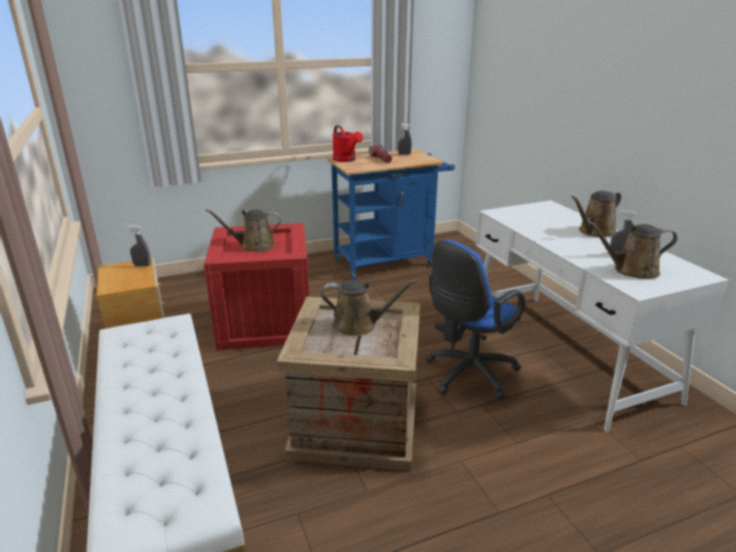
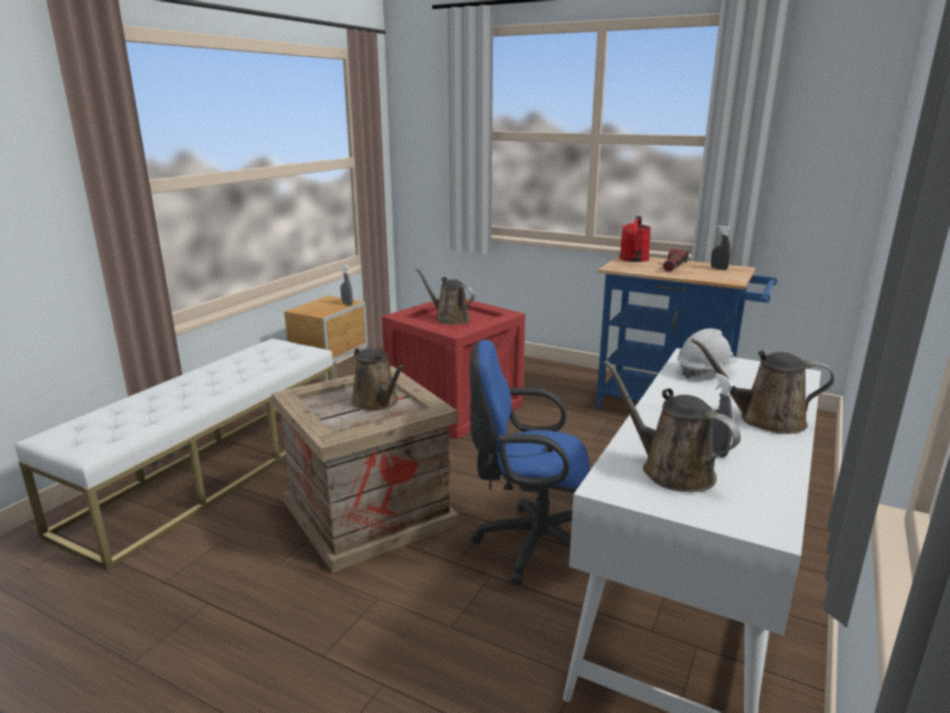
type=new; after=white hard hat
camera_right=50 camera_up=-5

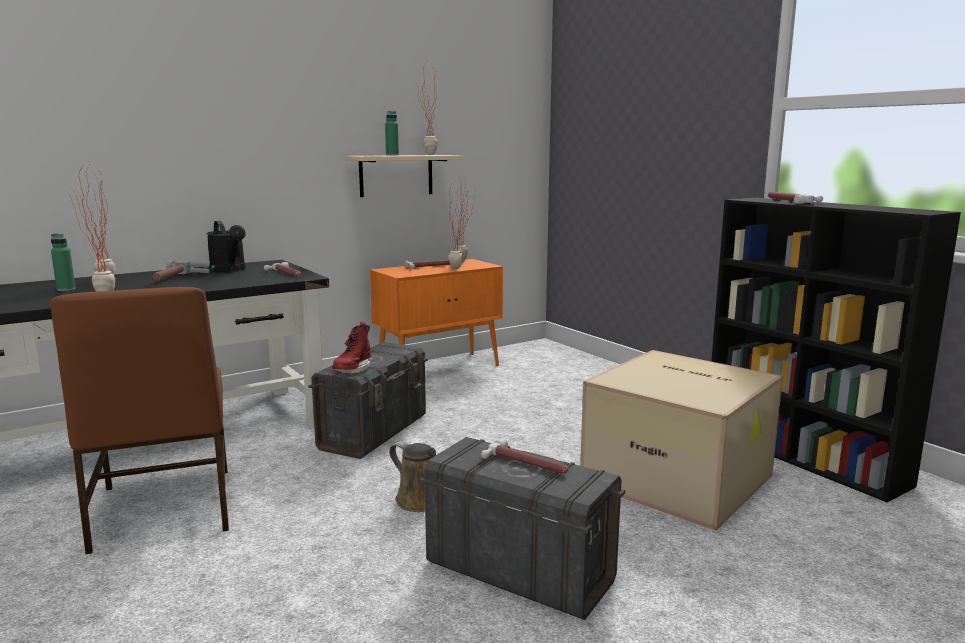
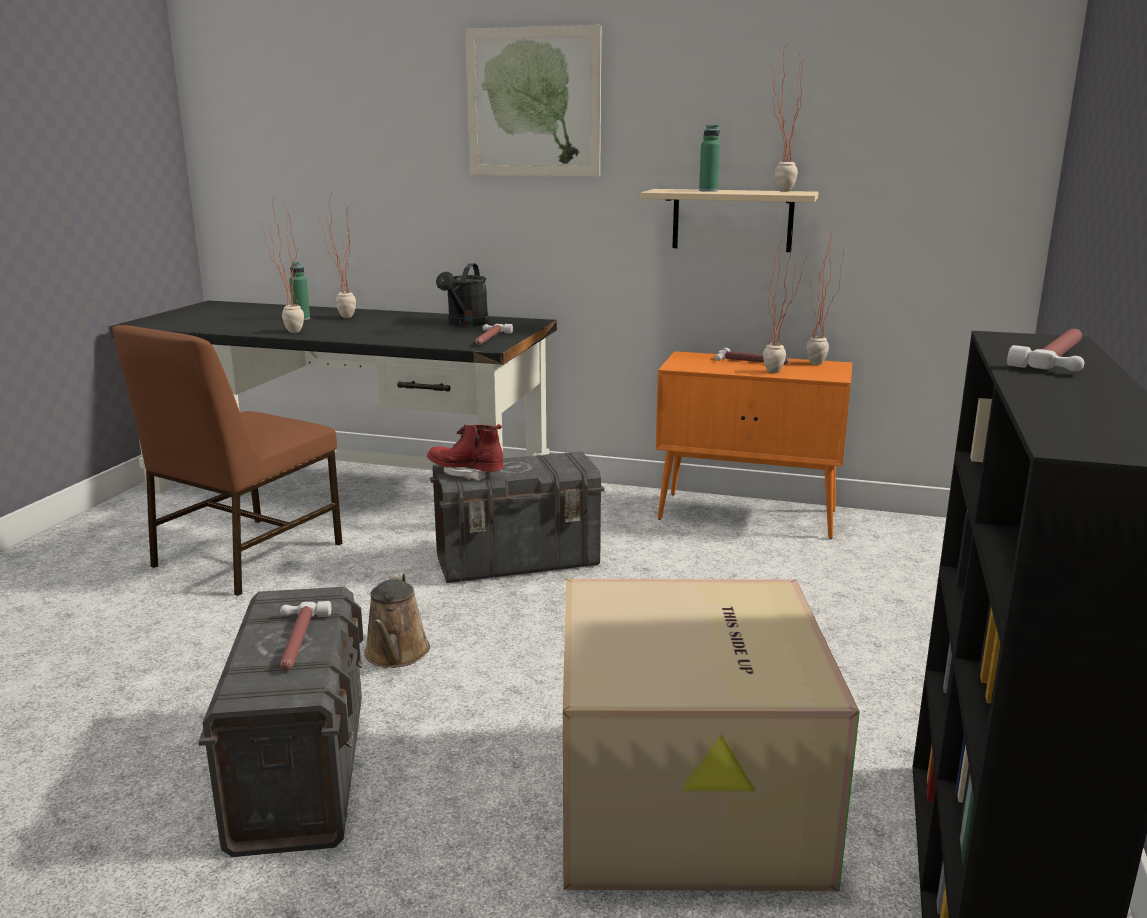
type=gone; before=hammer (no. 1 from left)
type=rotated; before=red boot; turn=45
type=new; after=picture
camera_right=50 camera_up=5

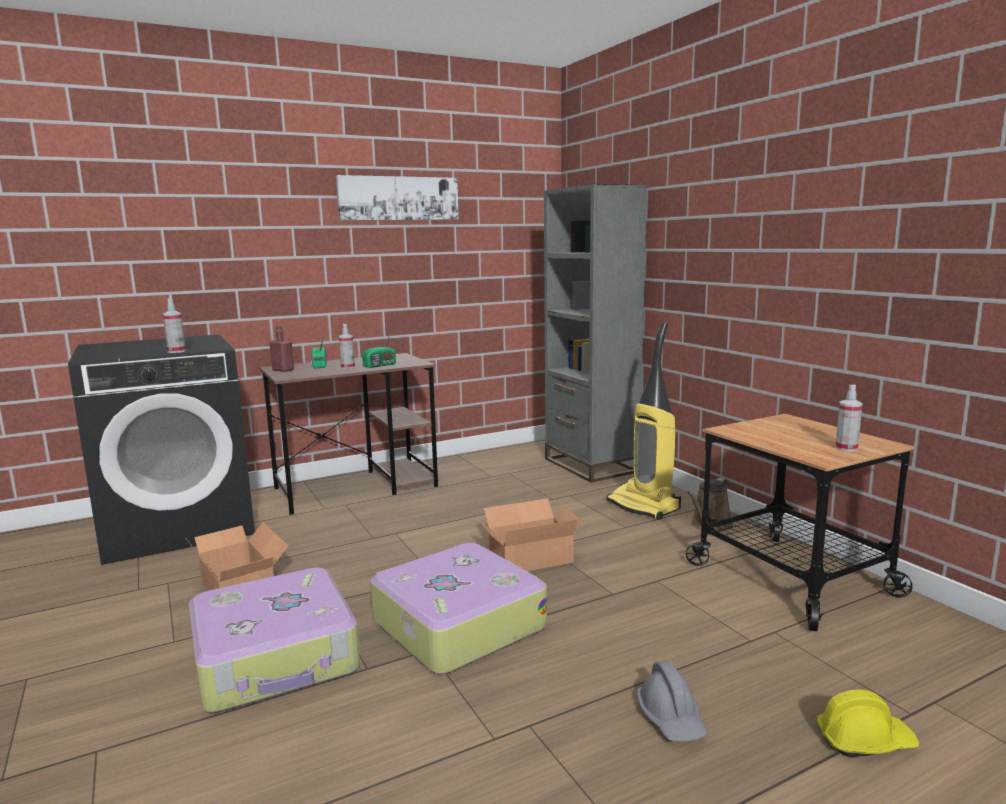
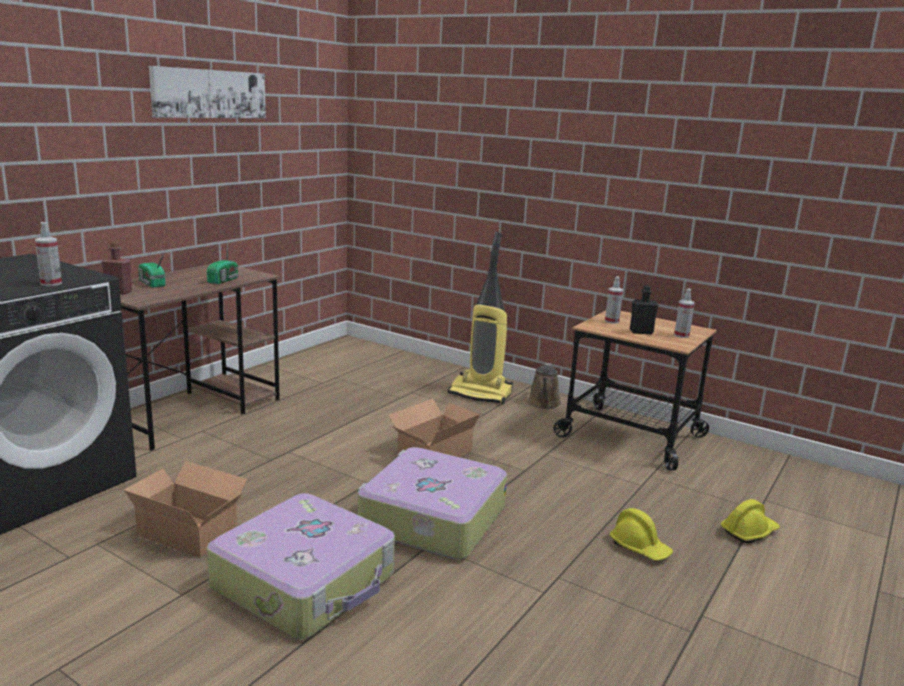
type=shifted; before=spray bottle (no. 2 from left)
type=gone; before=grey bookcase
type=repainted; before=grey hard hat; after=yellow hard hat (no. 1 from left)
type=new; after=black bottle
camera_right=-30 camera_up=5

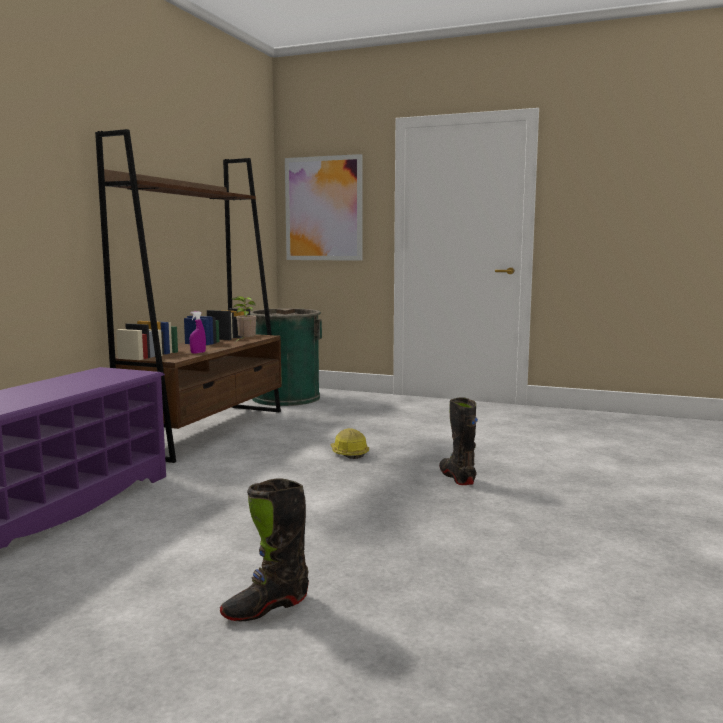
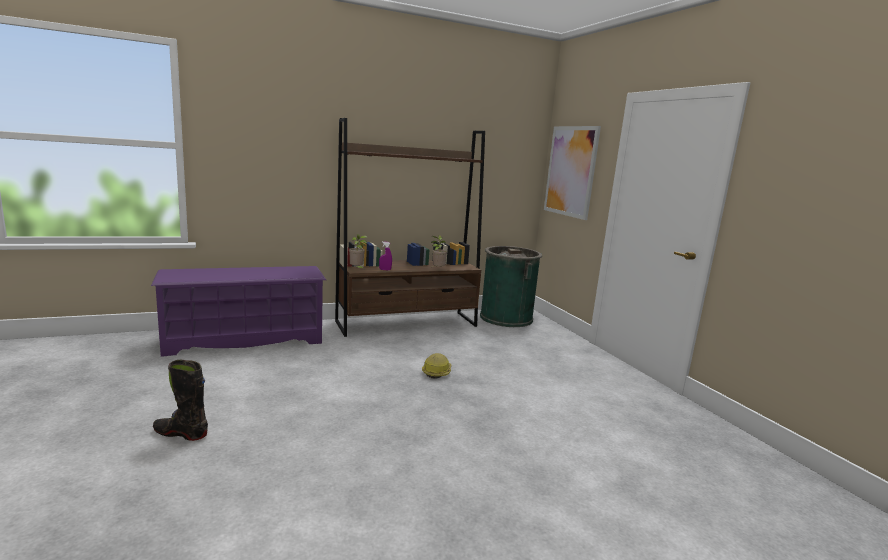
type=gone; before=black boot (no. 2 from left)
type=new; after=potted plant (no. 1 from left)
camera_right=45 camera_up=5

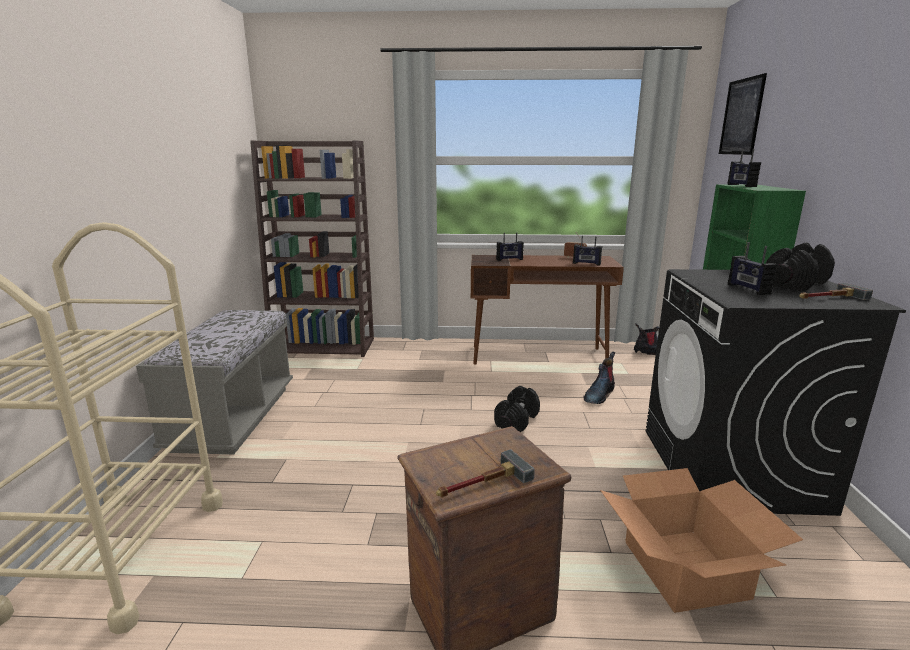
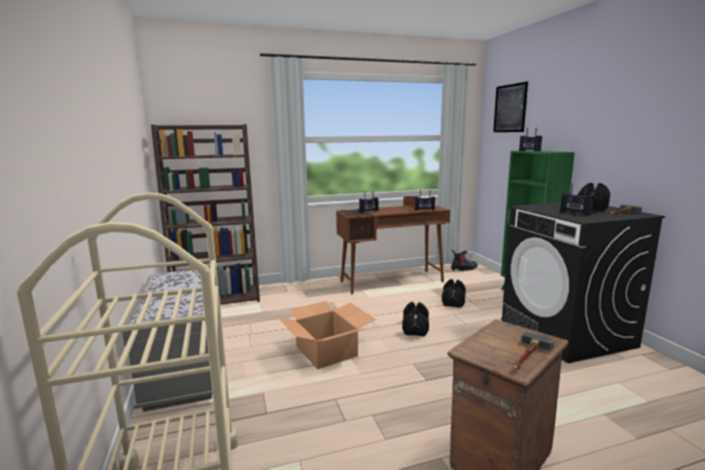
type=swapped; before=boot (no. 1 from left); after=black dumbbell (no. 2 from left)
type=shifted; before=cardboard box
camera_right=-20 camera_up=-5

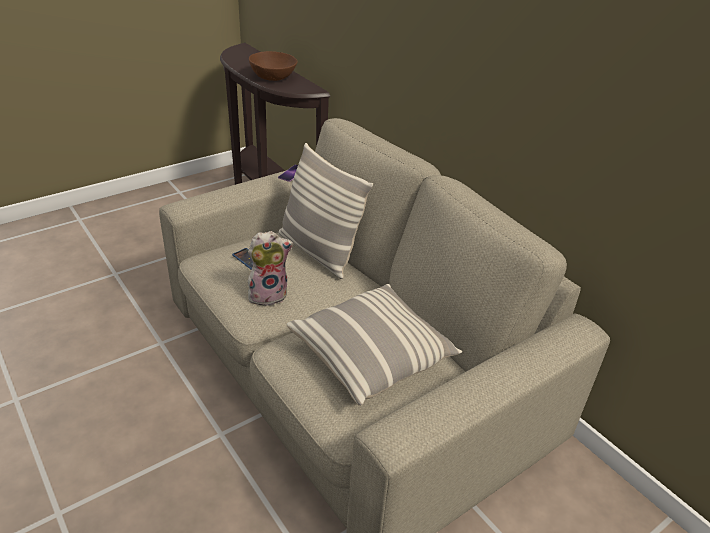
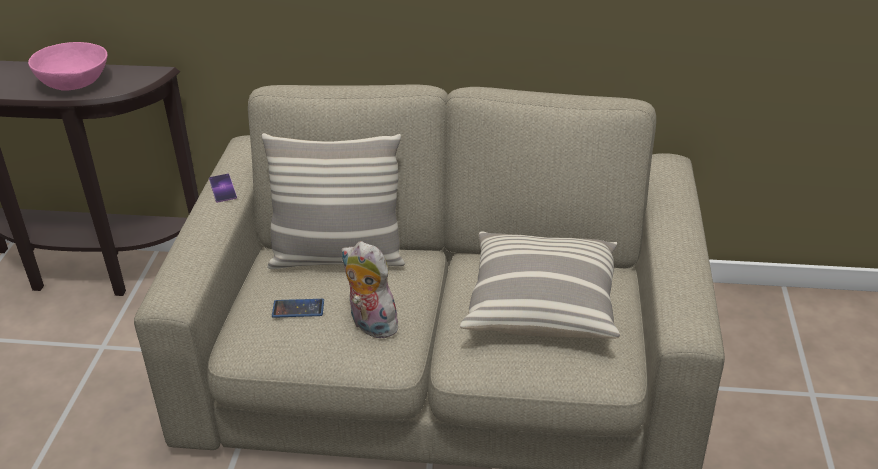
type=rotated; before=plush toy; turn=-75
type=repainted; before=brown bowl; after=pink bowl
camera_right=-45 camera_up=0

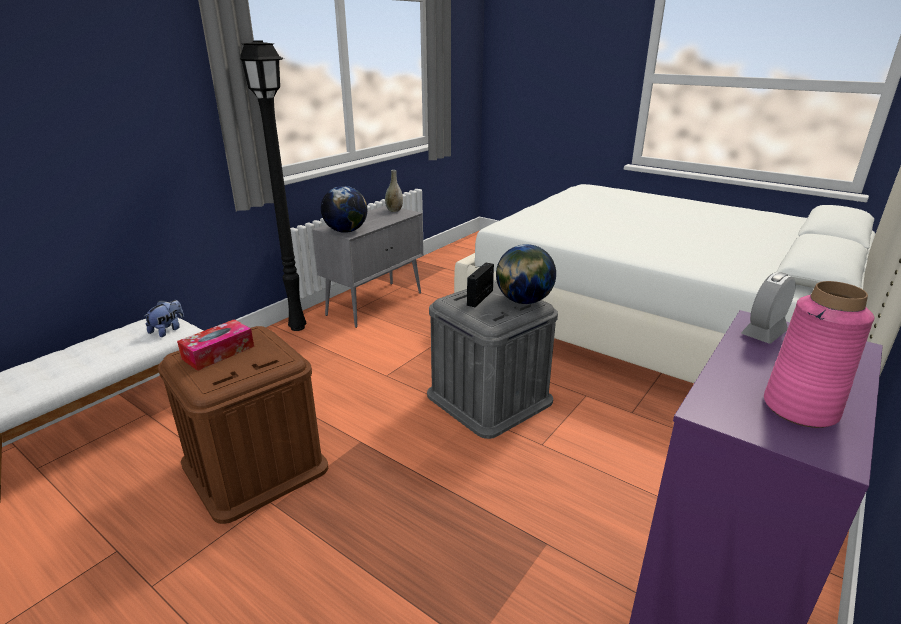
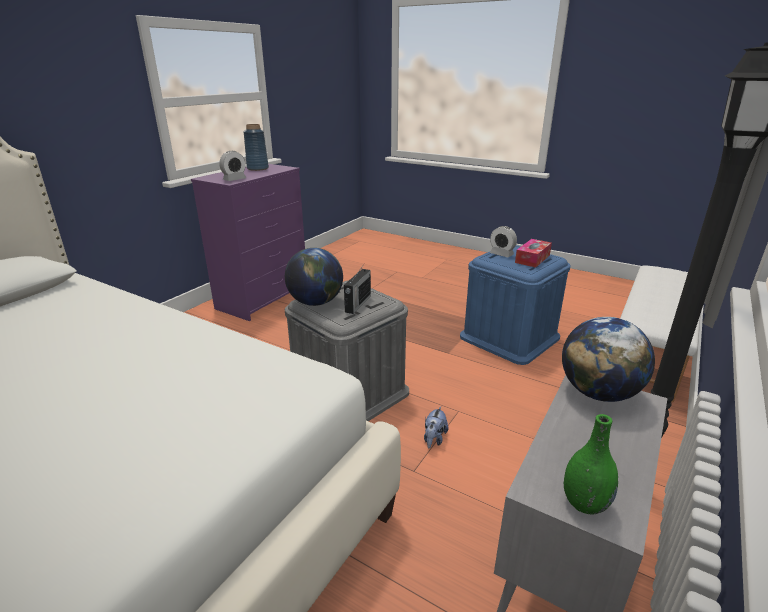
type=shifted; before=plush toy
type=repainted; before=brown storage box; after=blue storage box
type=repainted; before=grey vase; after=green vase
type=repainted; before=pink vase; after=blue vase
type=new; after=alarm clock (no. 2 from left)
camera_right=175 camera_up=0

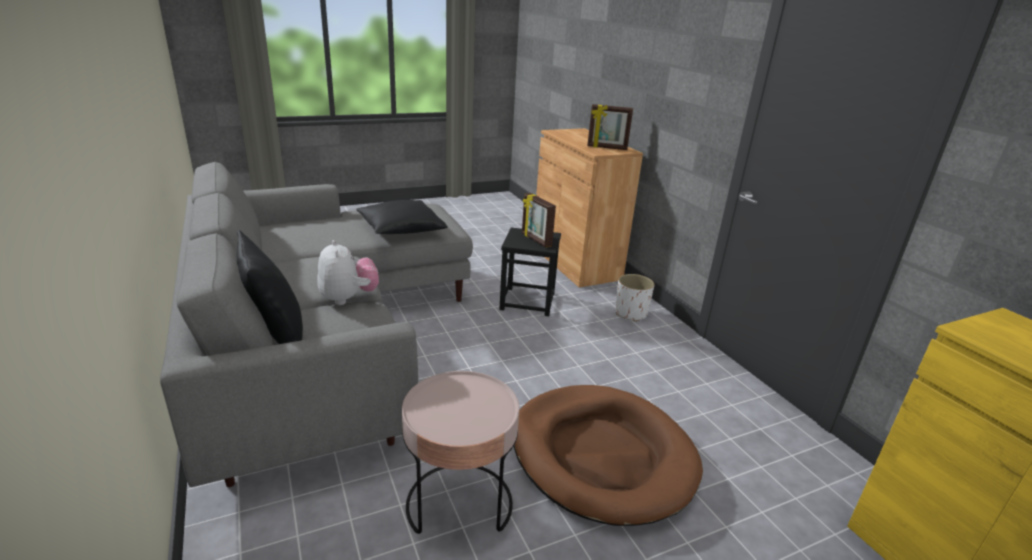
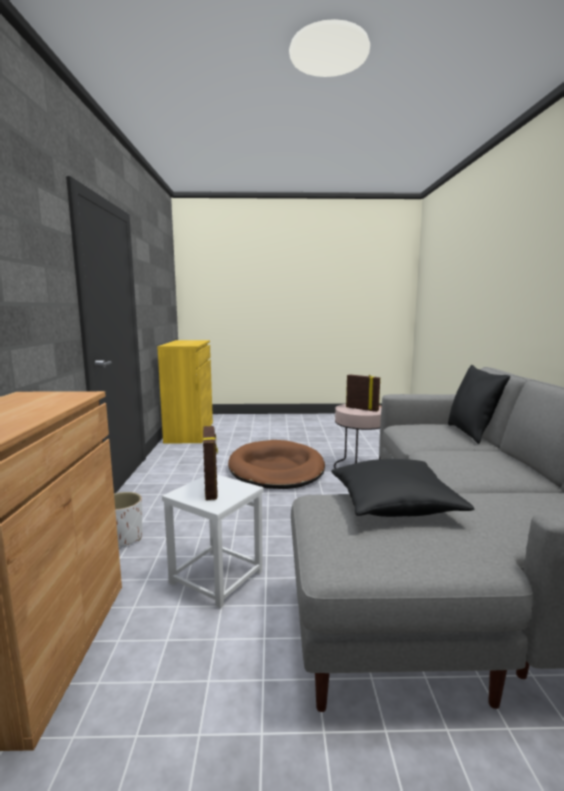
type=gone; before=plush toy
type=repainted; before=black stool; after=white stool
type=shifted; before=picture frame (no. 2 from left)
camera_right=-155 camera_up=-15

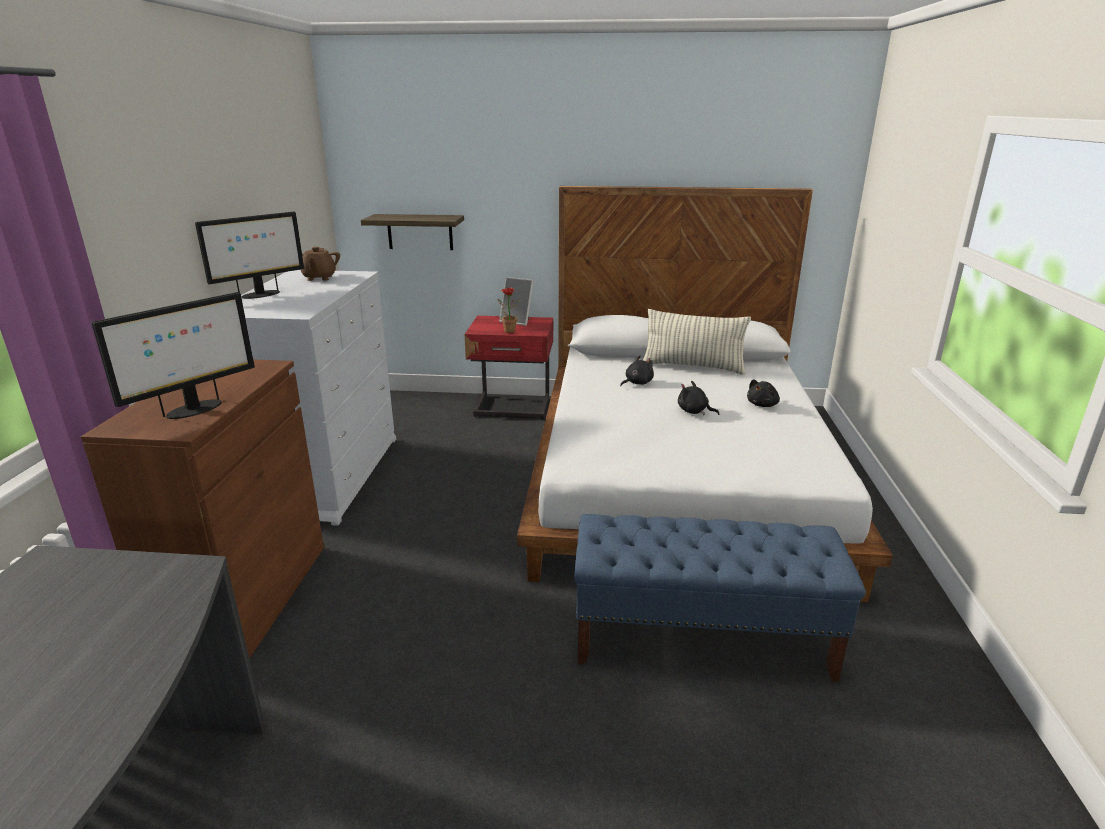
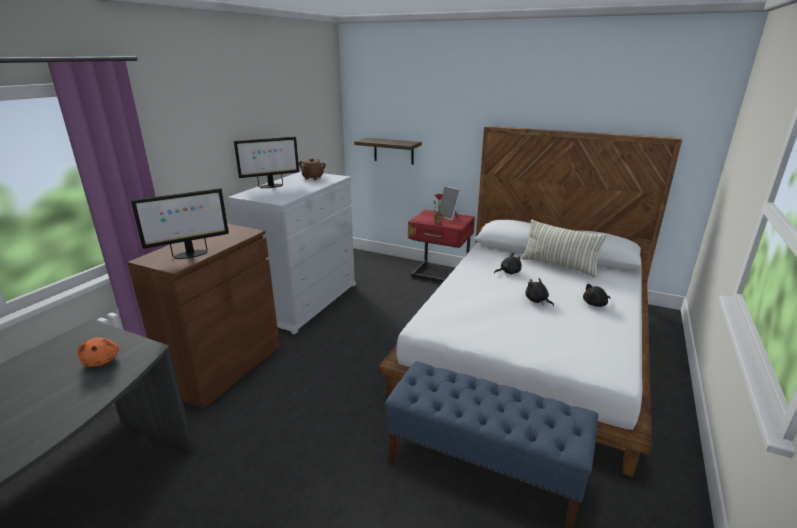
type=new; after=orange plush toy
camera_right=20 camera_up=0

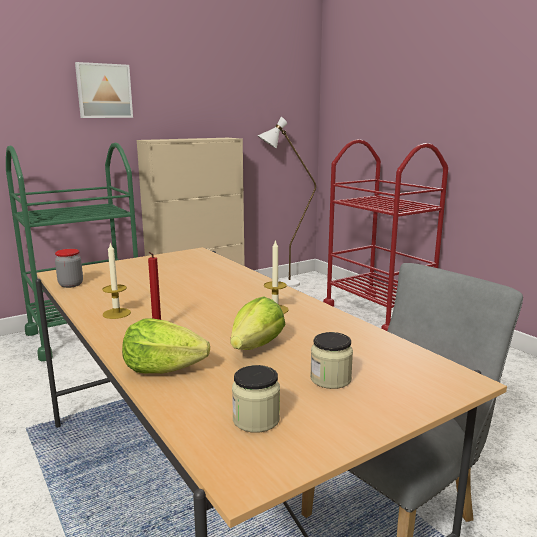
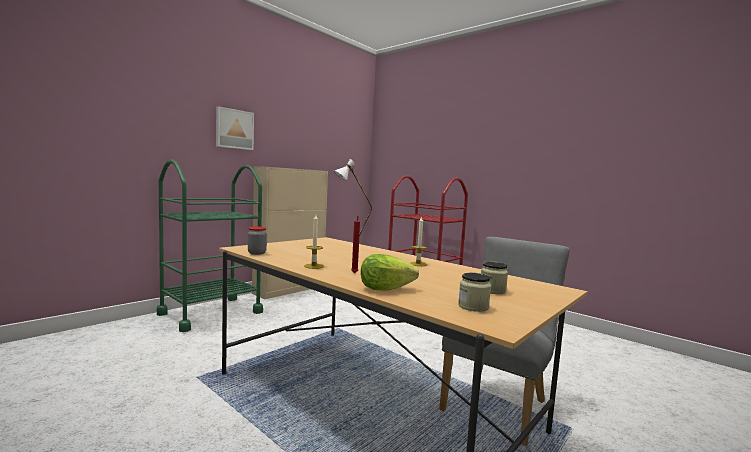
type=gone; before=lettuce (no. 2 from left)
camera_right=-15 camera_up=-10

